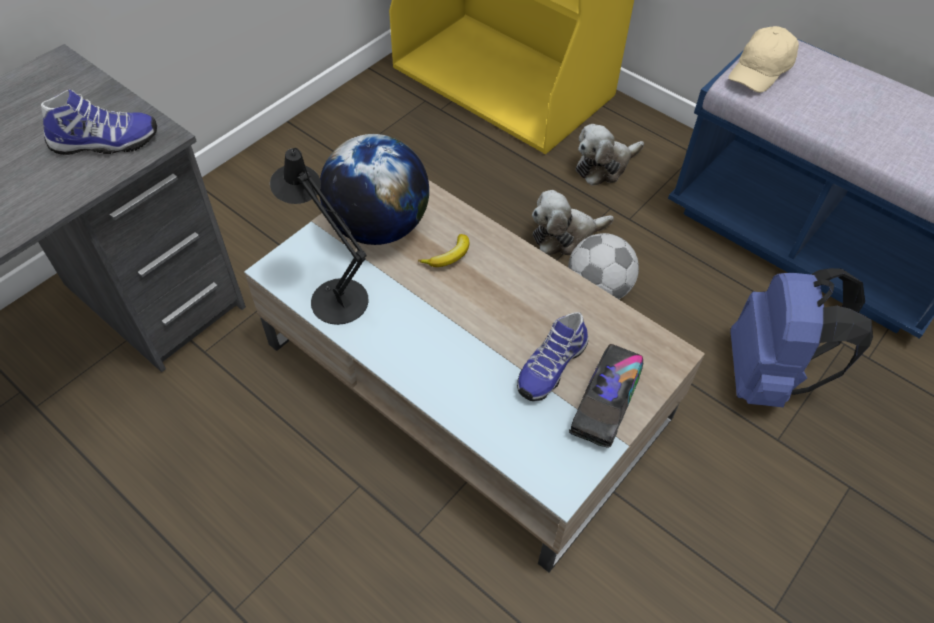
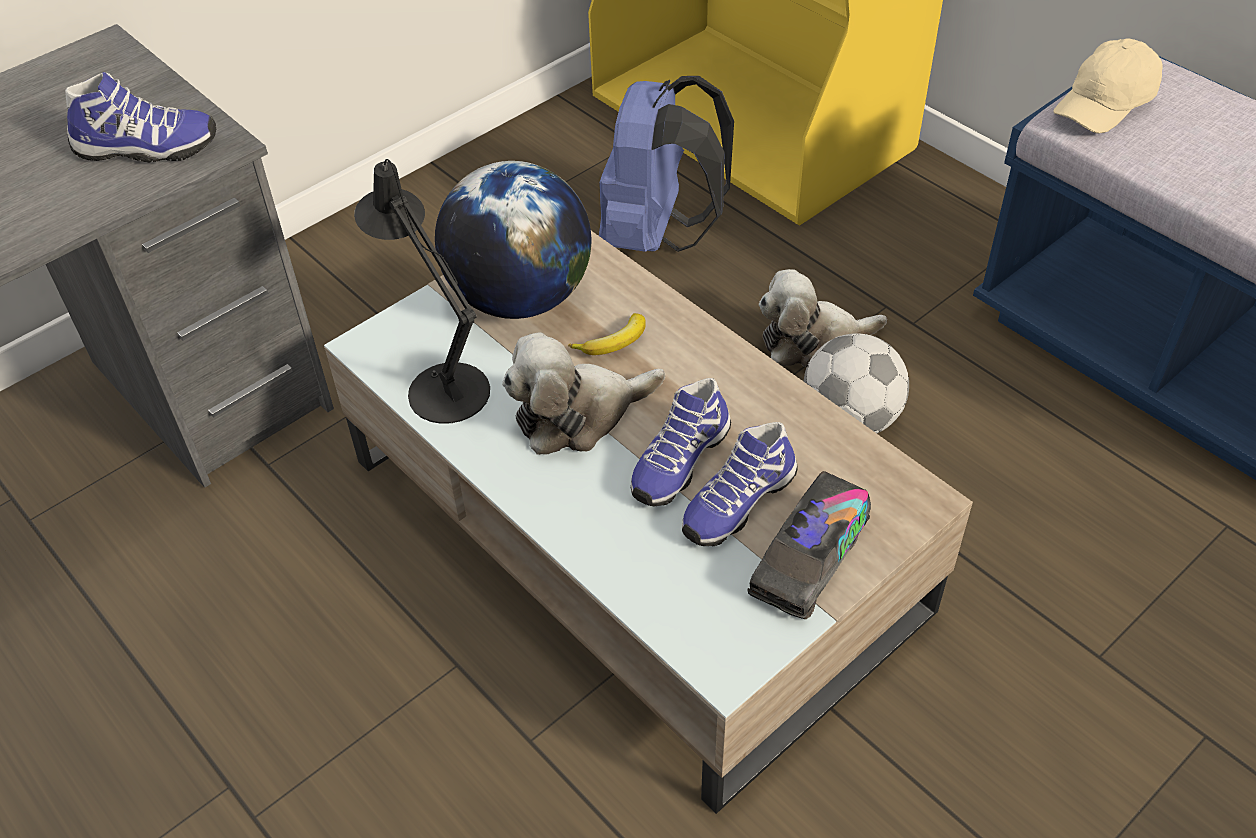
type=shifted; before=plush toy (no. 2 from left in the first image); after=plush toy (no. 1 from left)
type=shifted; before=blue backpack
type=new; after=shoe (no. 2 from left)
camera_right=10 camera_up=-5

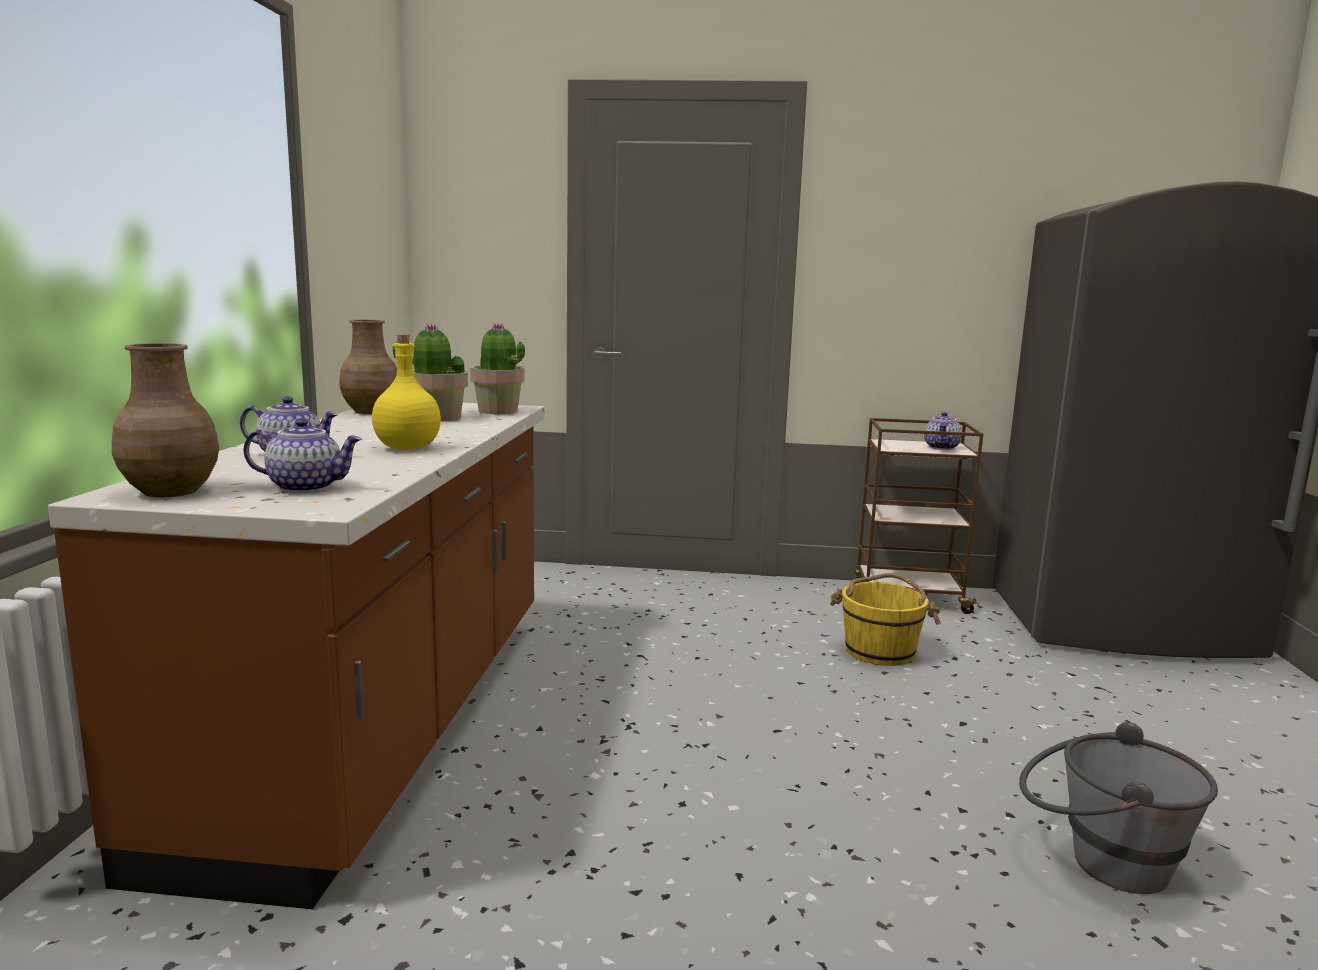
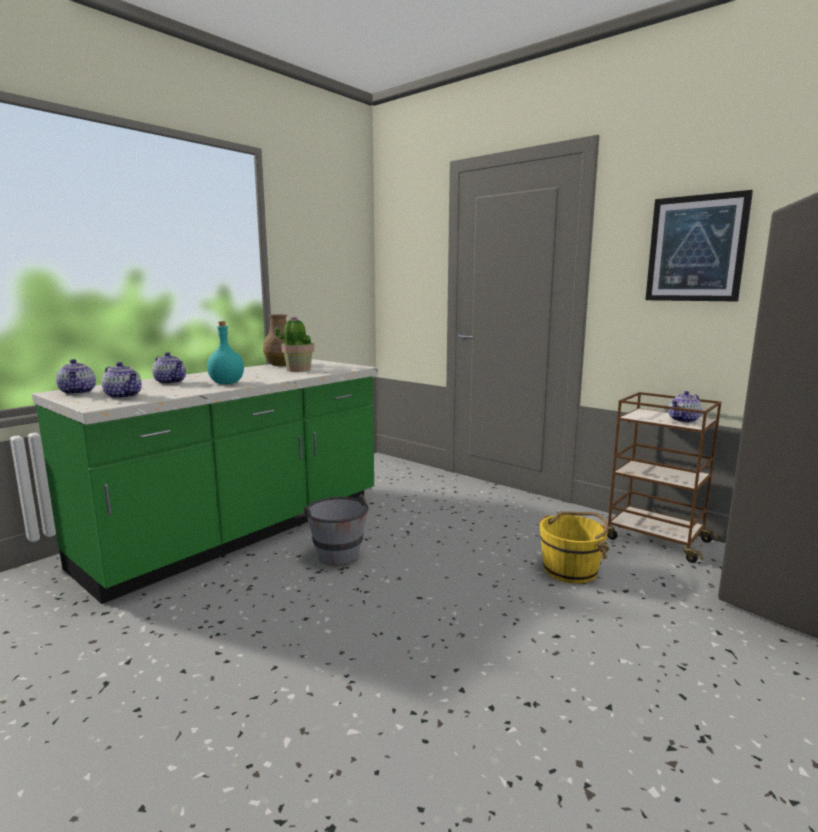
type=repainted; before=brown counter; after=green counter
type=swapped; before=brown vase (no. 1 from left); after=teapot (no. 1 from left)
type=repainted; before=yellow bottle; after=turquoise bottle
type=gone; before=potted plant (no. 2 from left)
type=shifted; before=grey bucket
type=new; after=picture
camera_right=35 camera_up=0

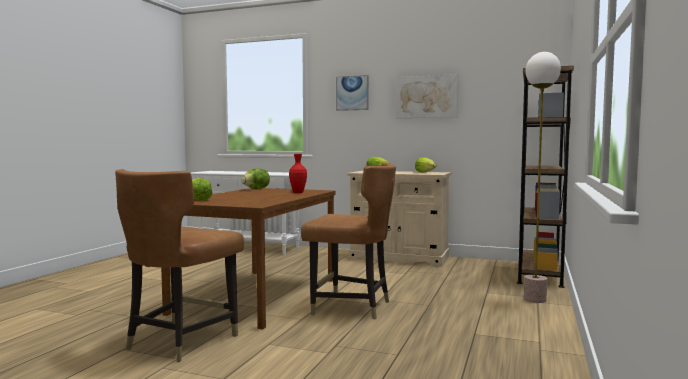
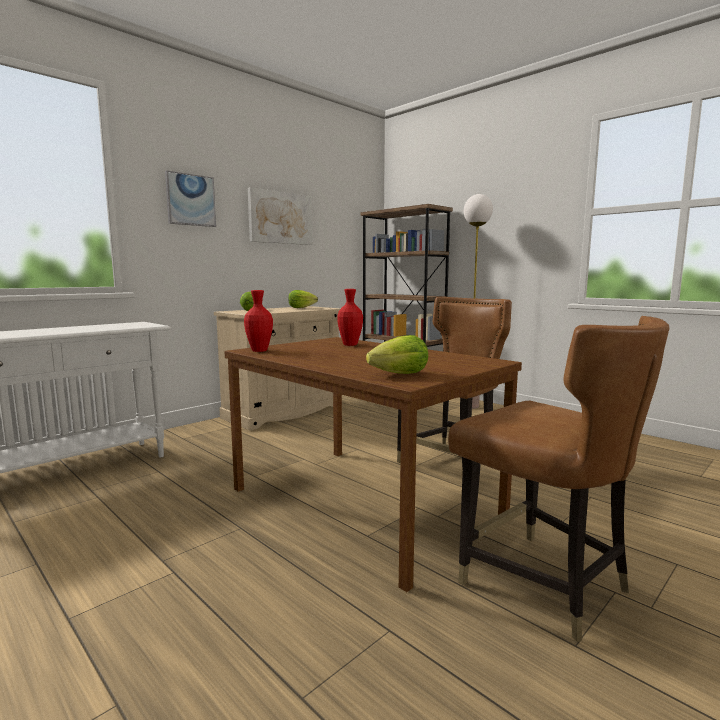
type=swapped; before=lettuce (no. 2 from left); after=red vase (no. 1 from left)
camera_right=-65 camera_up=5

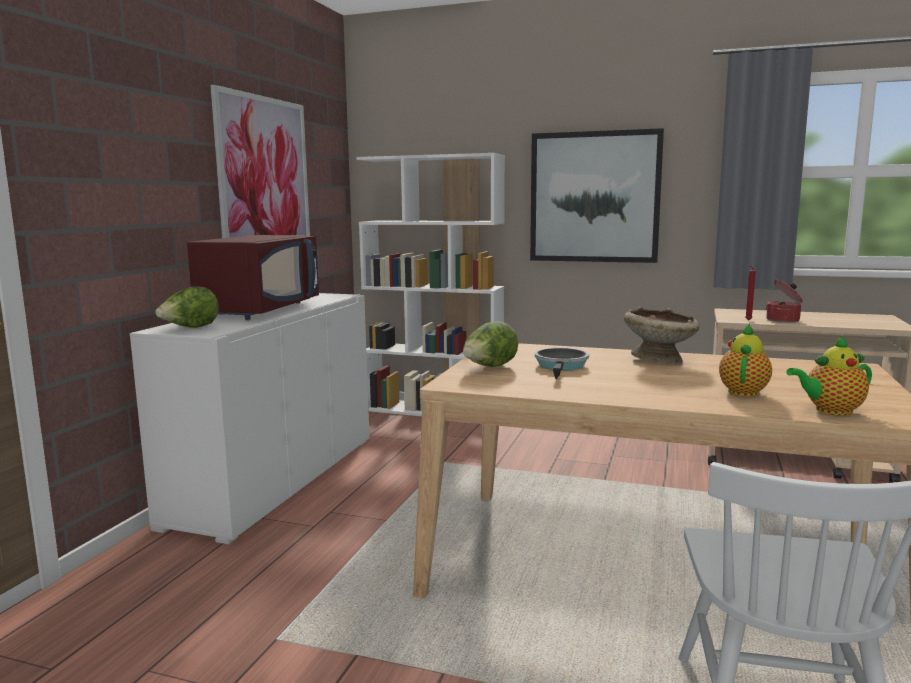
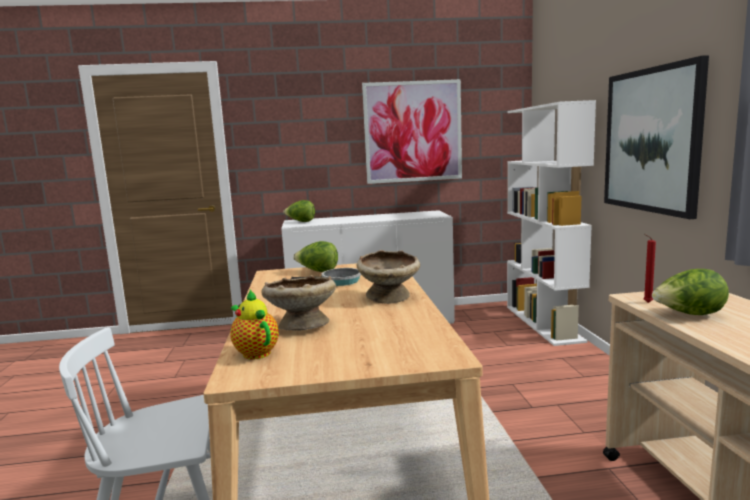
type=gone; before=red microwave
type=swapped; before=teapot (no. 1 from left); after=beige bowl (no. 1 from left)
type=swapped; before=cooking pot; after=lettuce (no. 3 from left)
camera_right=65 camera_up=0

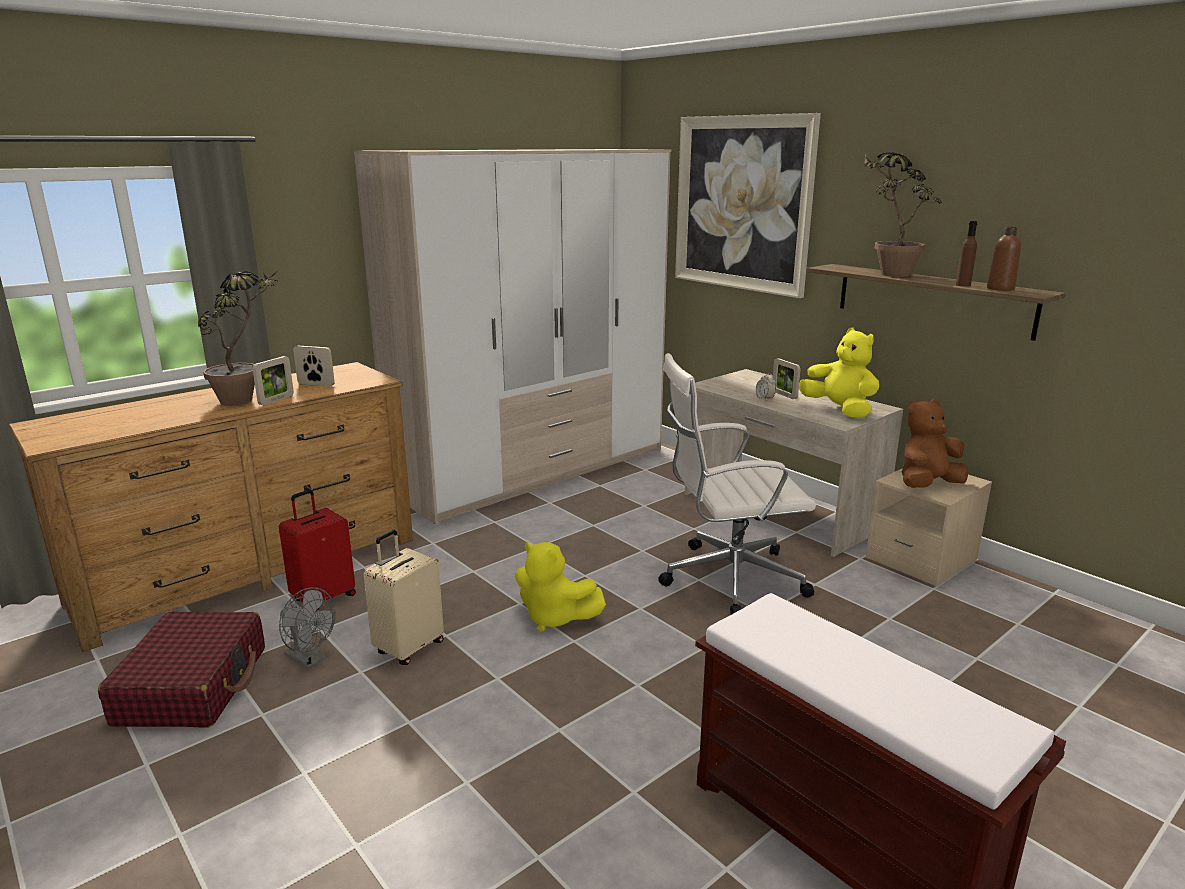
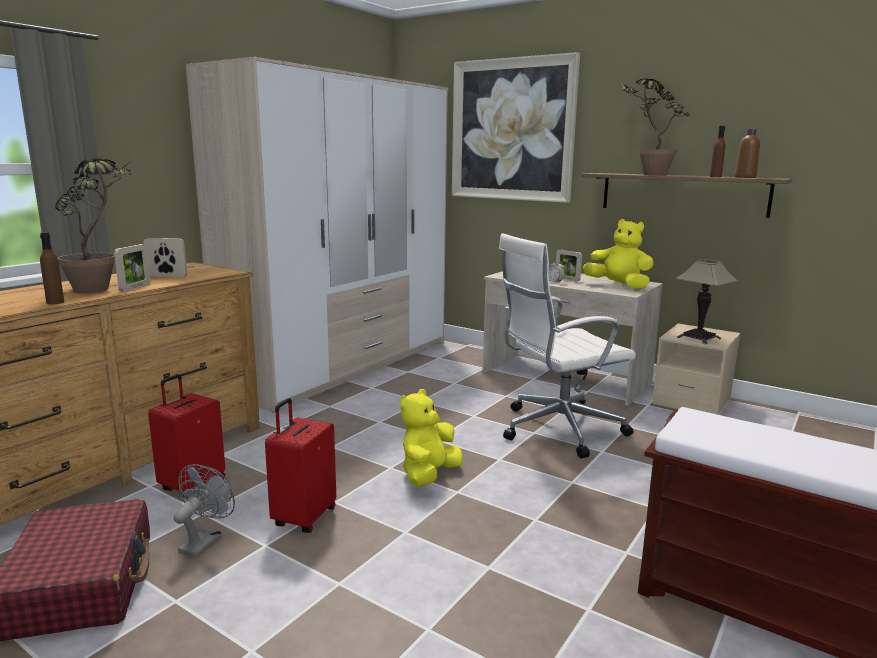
type=rotated; before=grey fan; turn=-90
type=repainted; before=beige suitcase; after=red suitcase (no. 3 from left)
type=rotated; before=yellow plush toy (no. 1 from left); turn=105
type=swapped; before=brown plush toy; after=table lamp
type=new; after=brown bottle (no. 1 from left)
camera_right=-15 camera_up=-5

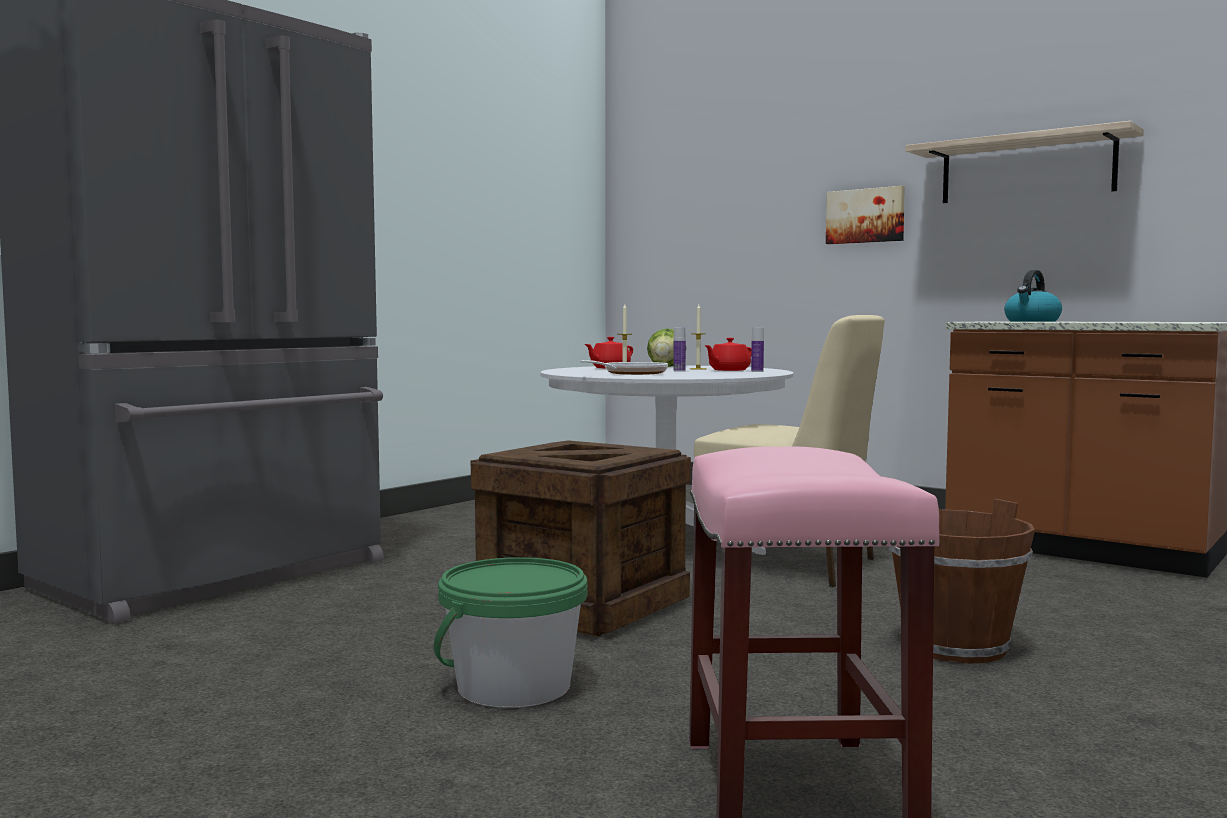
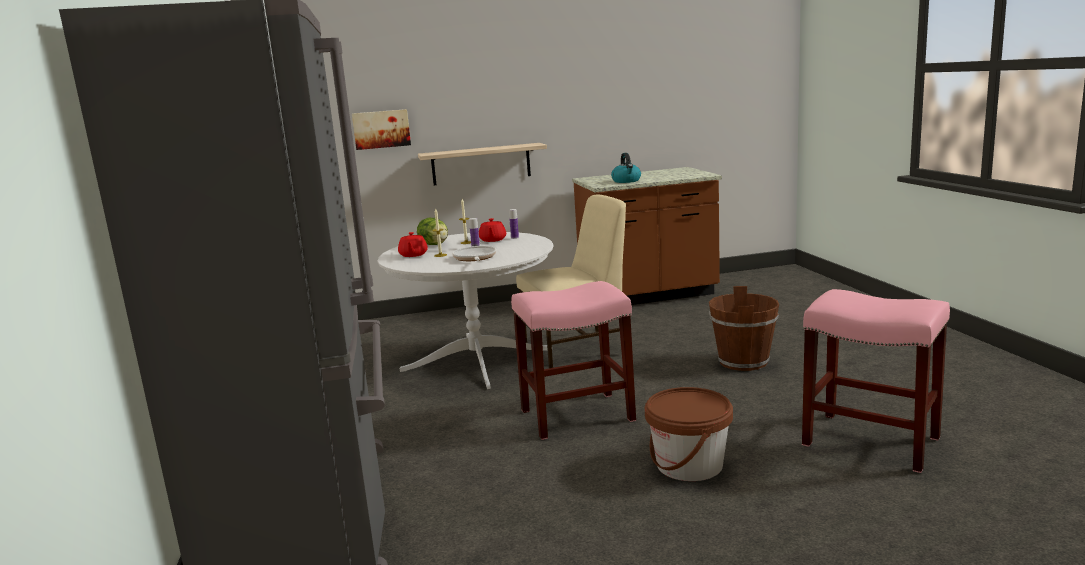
type=repainted; before=green bucket; after=brown bucket (no. 1 from left)
type=swapped; before=crate; after=pink stool (no. 1 from left)
type=shifted; before=picture
type=shifted; before=shelf
camera_right=-50 camera_up=10

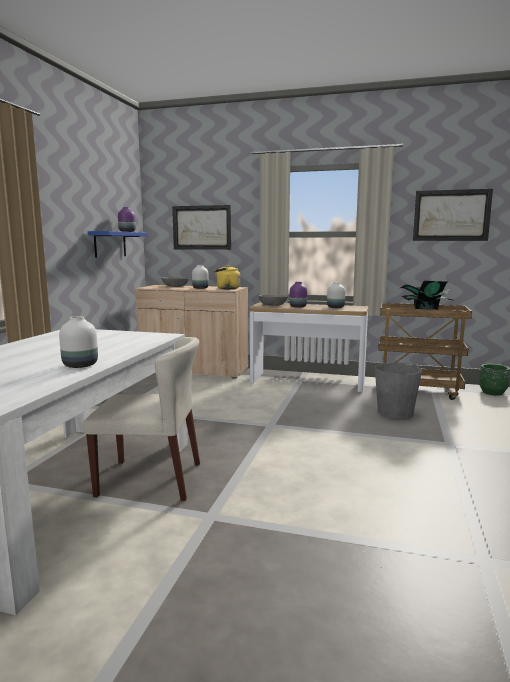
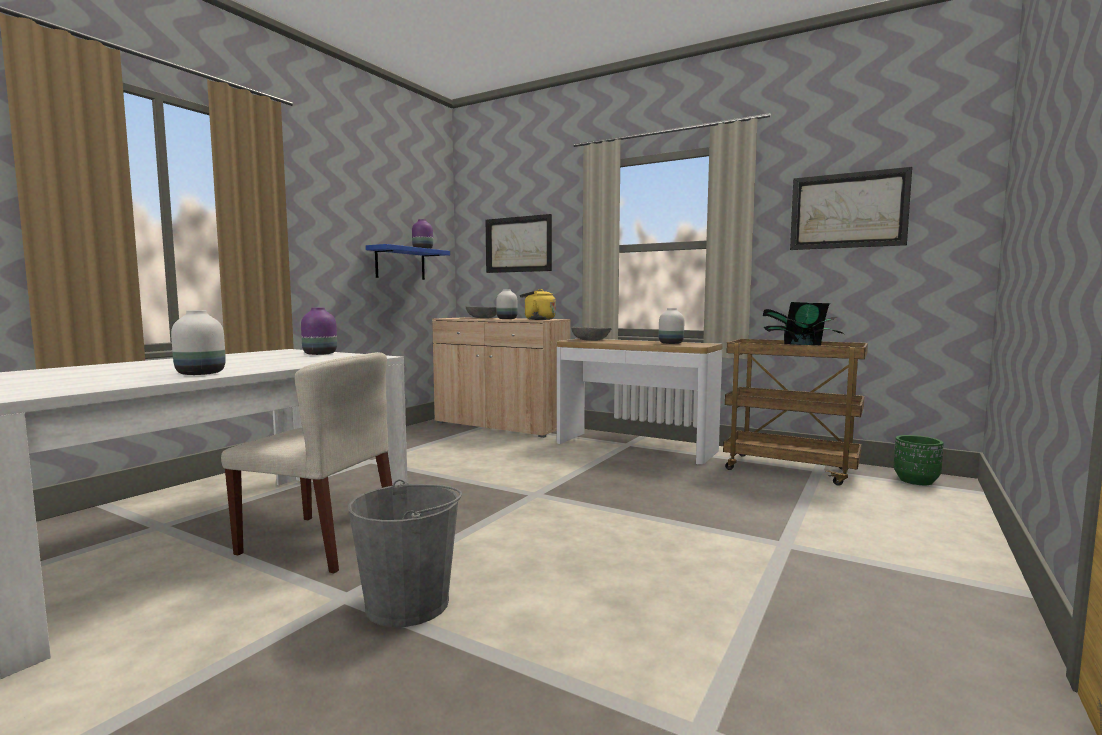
type=shifted; before=purple vase (no. 2 from left in the first image); after=purple vase (no. 1 from left)
type=shifted; before=grey bucket
camera_right=15 camera_up=-5

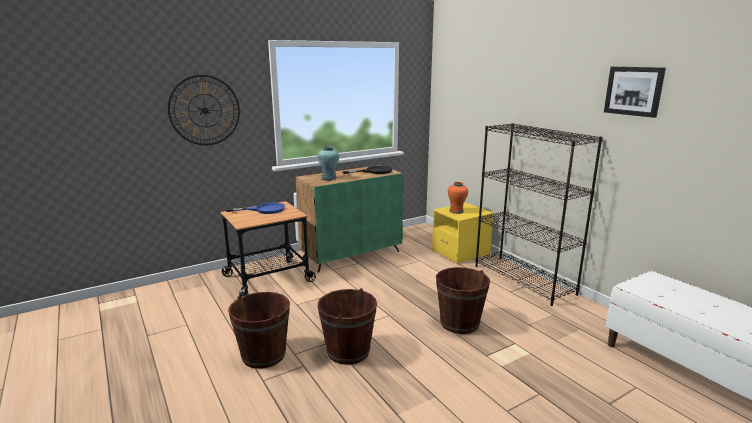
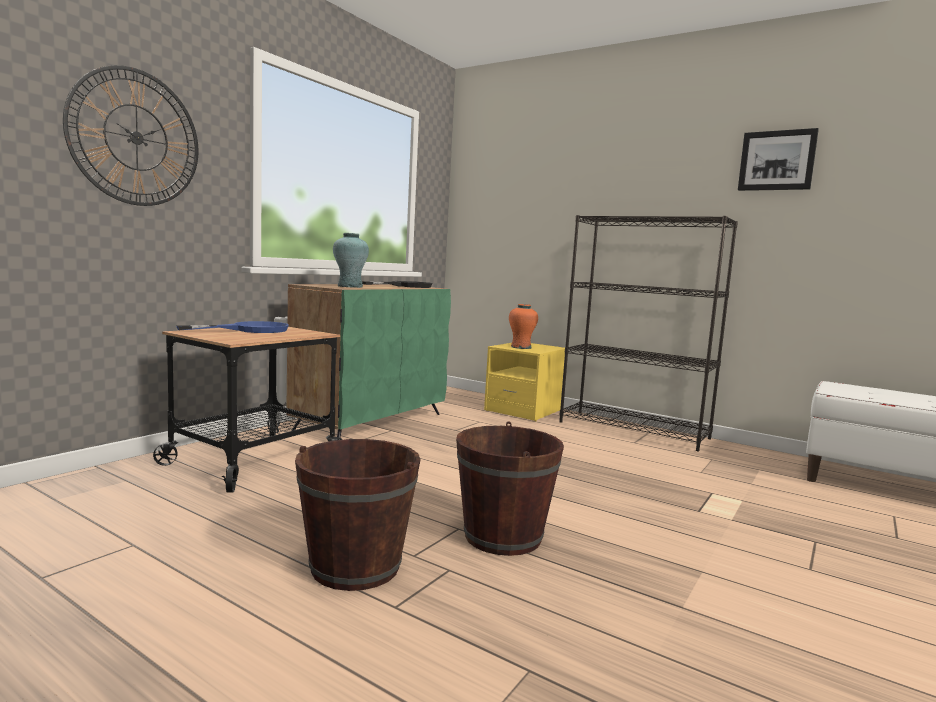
type=gone; before=brown bucket (no. 3 from left)
camera_right=-25 camera_up=-10

